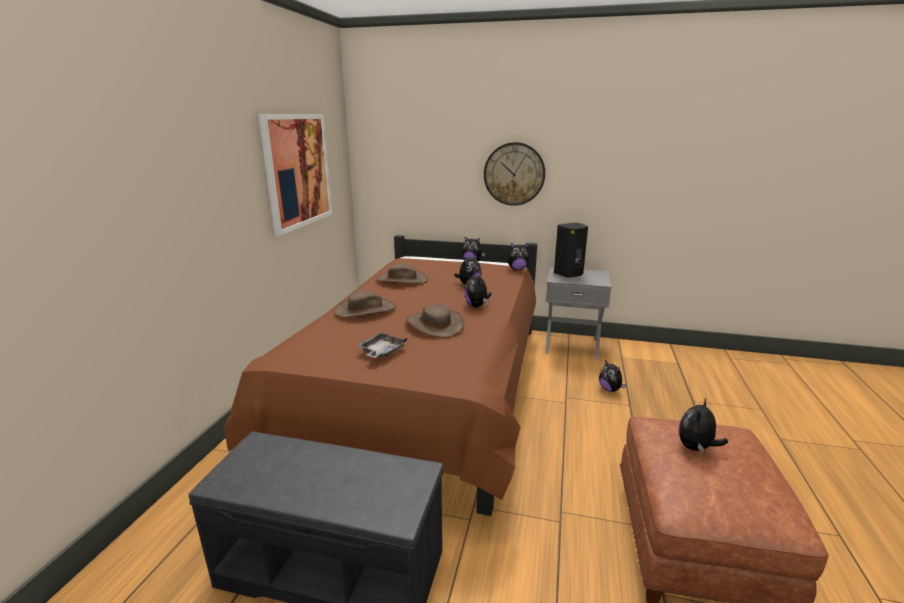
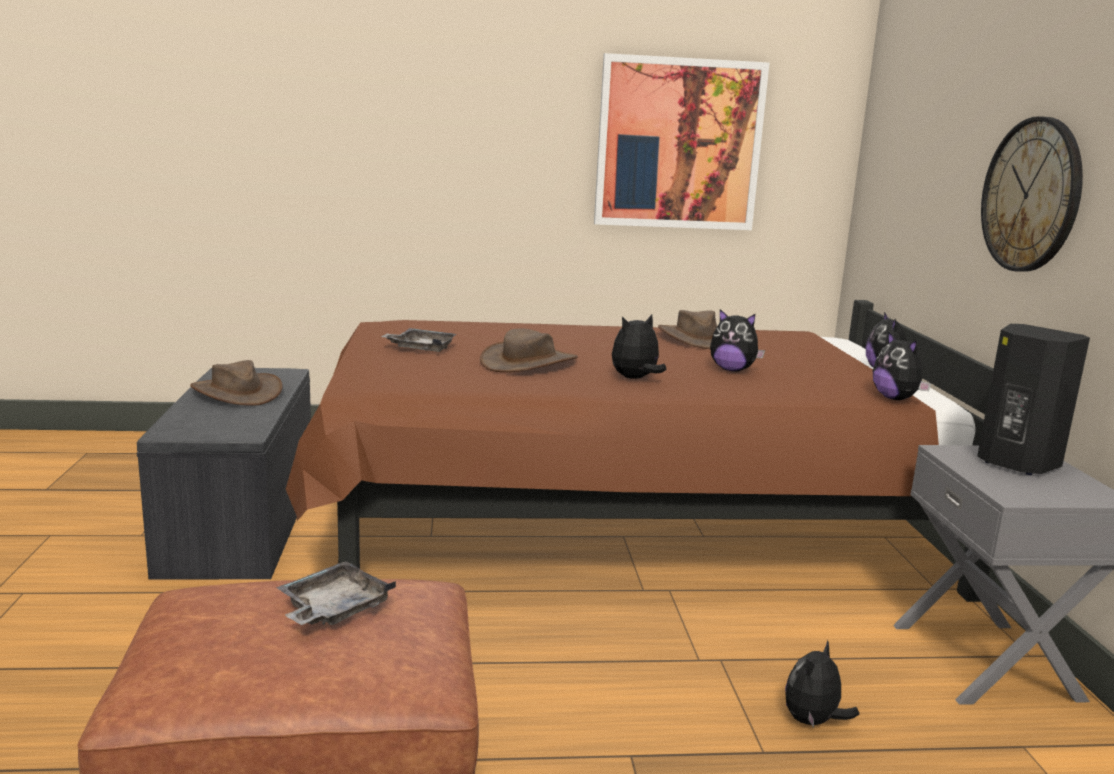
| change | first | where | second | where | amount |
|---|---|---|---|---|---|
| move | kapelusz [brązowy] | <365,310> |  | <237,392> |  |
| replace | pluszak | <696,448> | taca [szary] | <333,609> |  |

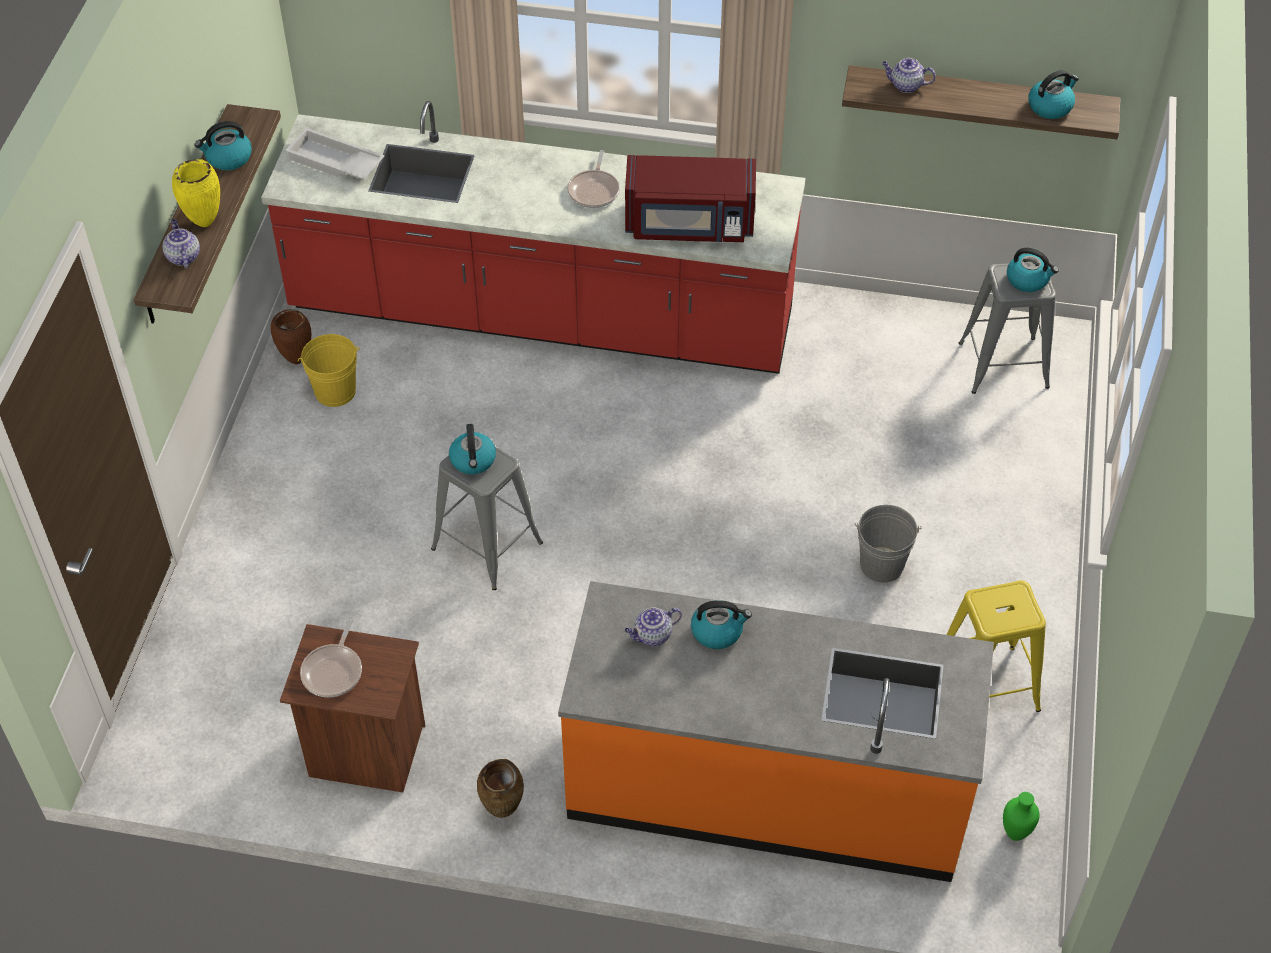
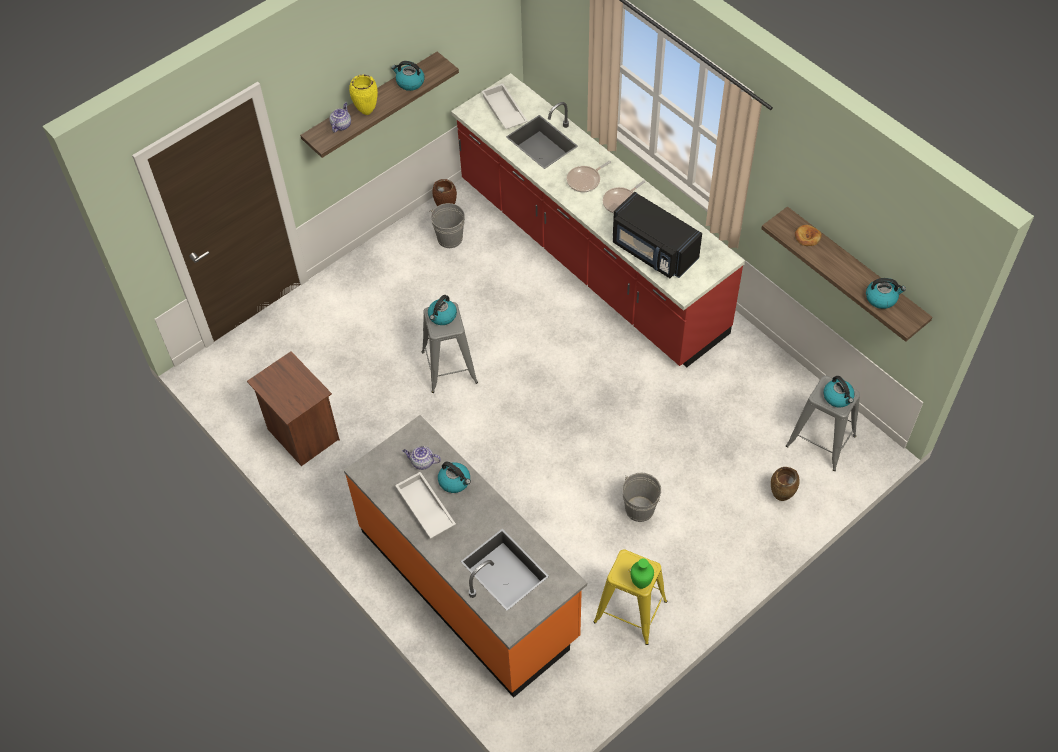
| change | first | where | second | where | amount |
|---|---|---|---|---|---|
| insert |  |  | taca [biały] | <424,509> |  |
| recolor | wiadro [żółty] | <335,391> | wiadro [szary] | <449,238> |  |
| move | patelnia | <334,671> |  | <585,180> |  |
| recolor | mikrofalówka [czerwony] | <689,224> | mikrofalówka [czarny] | <653,251> |  |
| move | wazon [zielony] | <1014,833> |  | <640,583> |  |
| move | wazon [brązowy] | <503,812> |  | <781,497> |  |
| replace | imbryk | <905,86> | chleb | <807,237> |  |

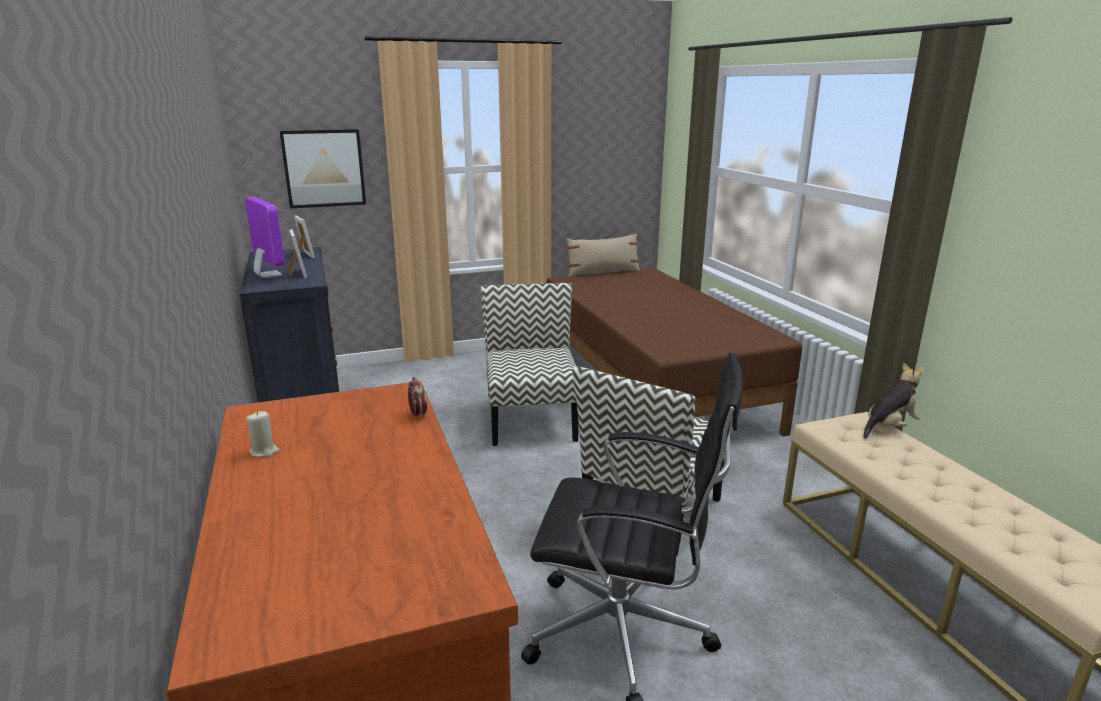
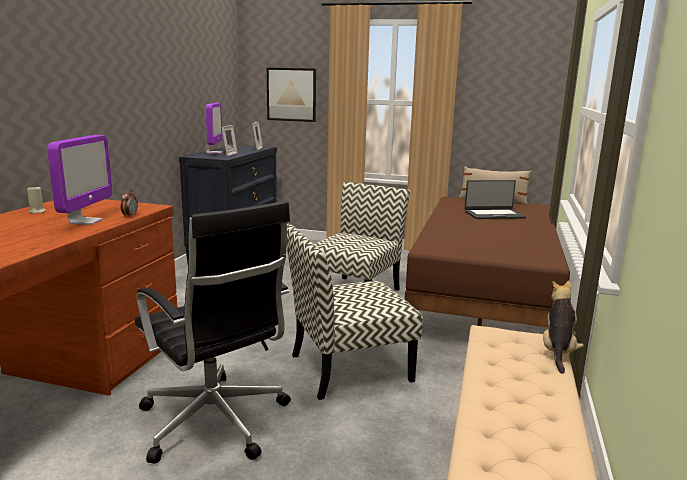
| change | first | where | second | where | amount |
|---|---|---|---|---|---|
| insert |  |  | monitor | <85,221> |  |
| insert |  |  | laptop | <494,214> |  |
| rotate | pluszak | <889,427> |  | <558,351> | 75 degrees counterclockwise |

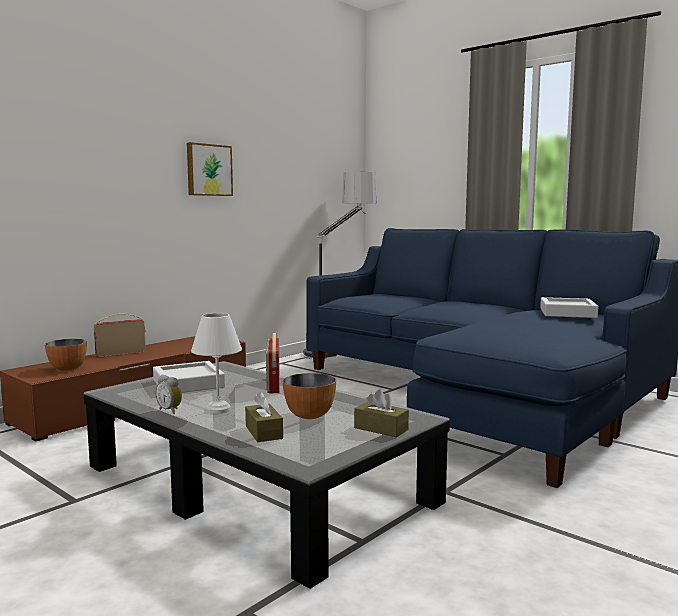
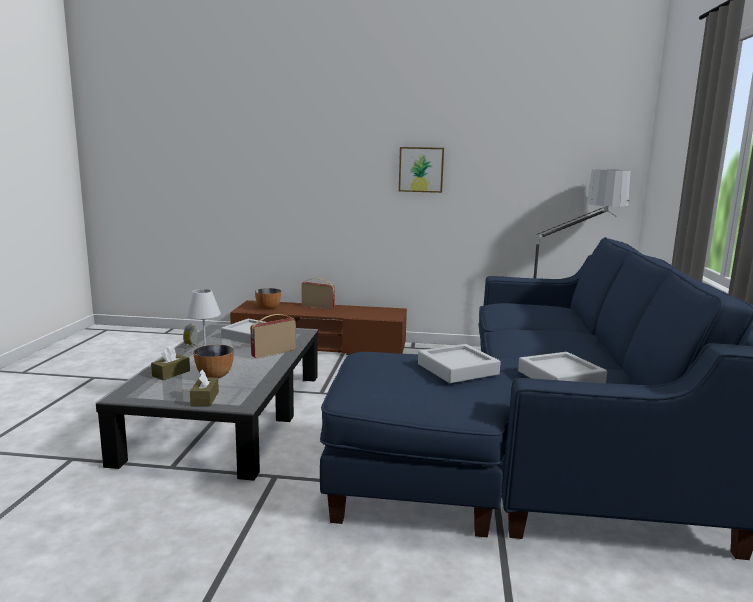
| change | first | where | second | where | amount |
|---|---|---|---|---|---|
| insert |  |  | taca [szary] | <457,369> |  |

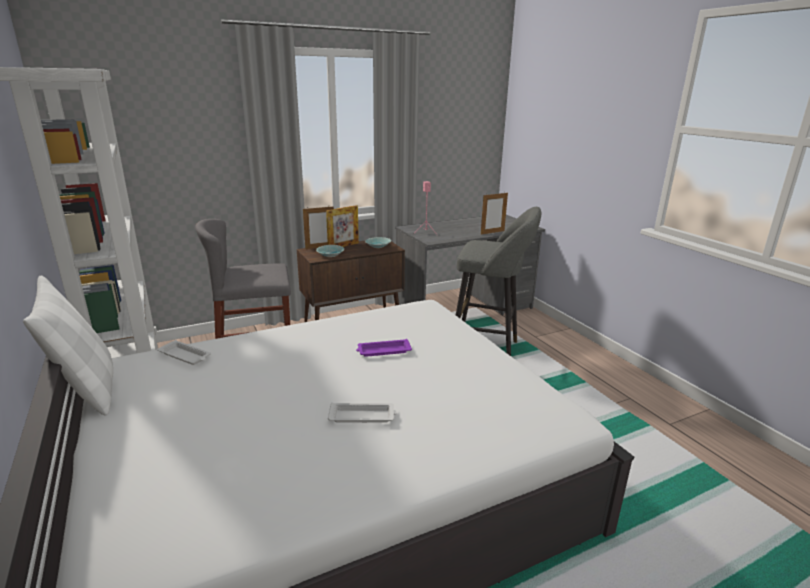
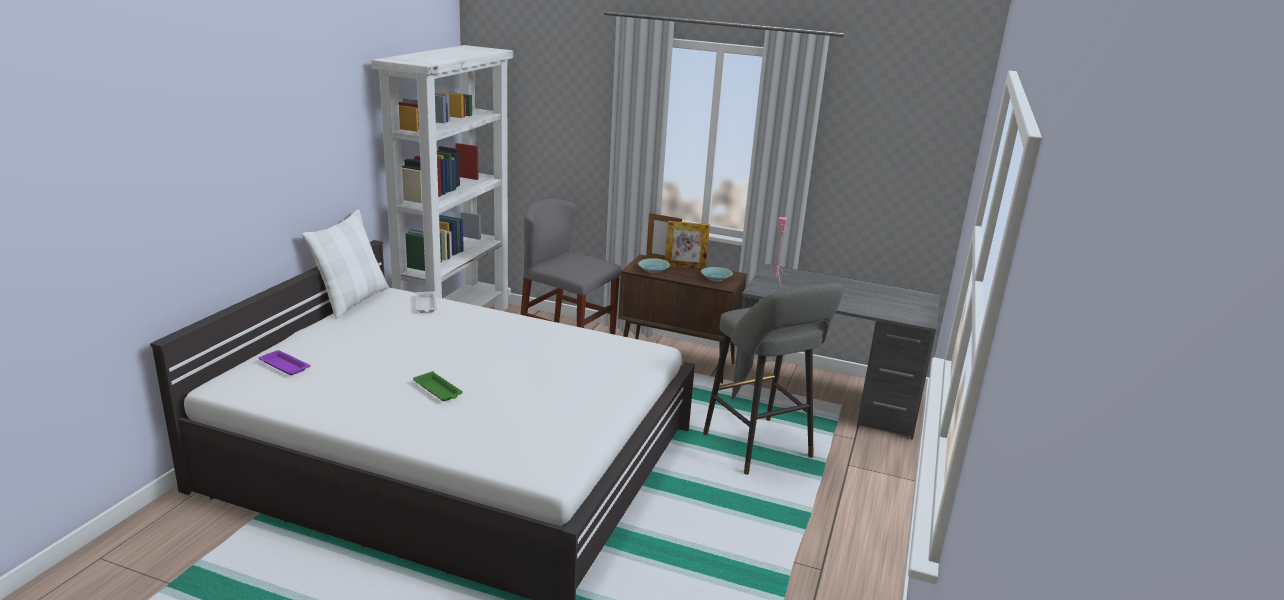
| change | first | where | second | where | amount |
|---|---|---|---|---|---|
| move | taca [fioletowy] | <383,351> |  | <284,366> |  |
| recolor | taca [biały] | <363,416> | taca [zielony] | <438,390> |  |
| delete | ramka na zdjęcie | <492,232> |  |  |  |

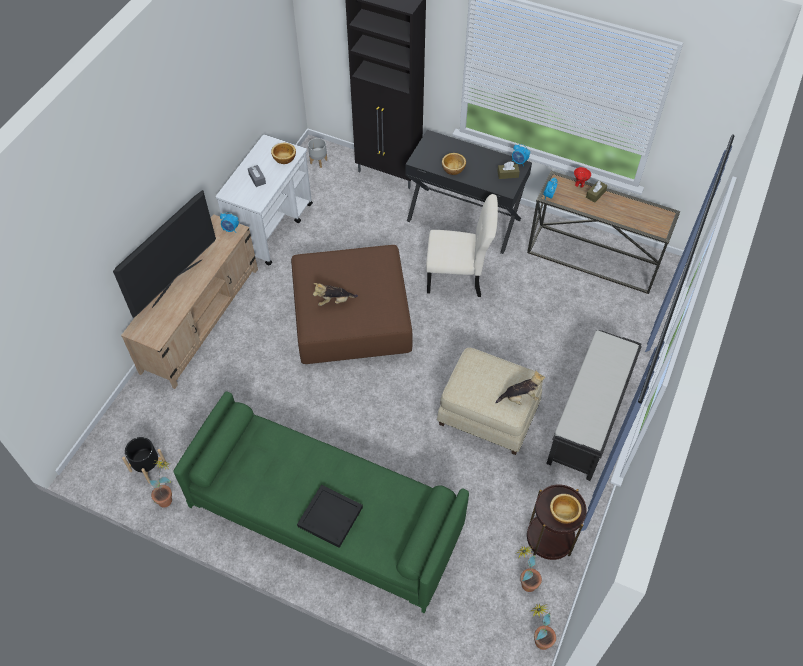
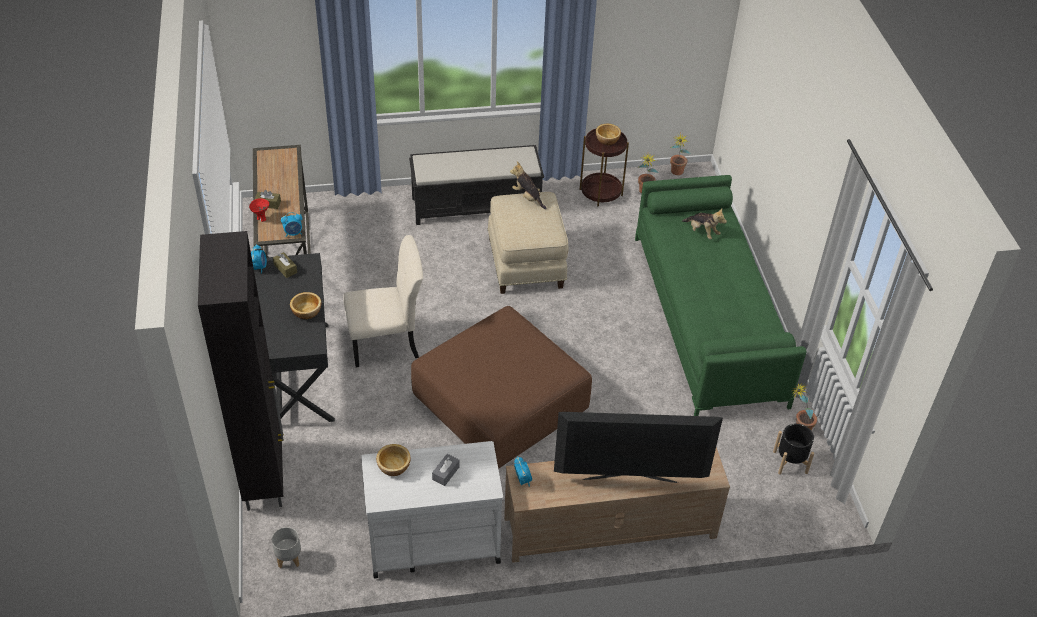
| change | first | where | second | where | amount |
|---|---|---|---|---|---|
| rotate | krzesło [beżowy] | <458,278> |  | <387,344> | 105 degrees clockwise |
| move | pluszak | <334,301> |  | <702,232> |  |
| delete | taca [czarny] | <329,517> |  |  |  |

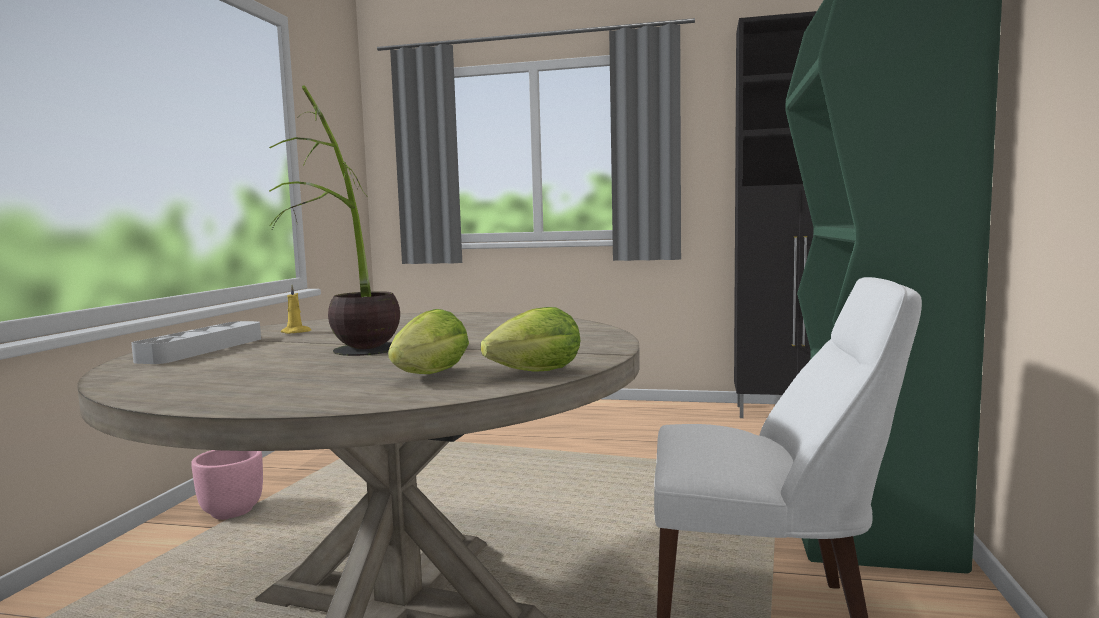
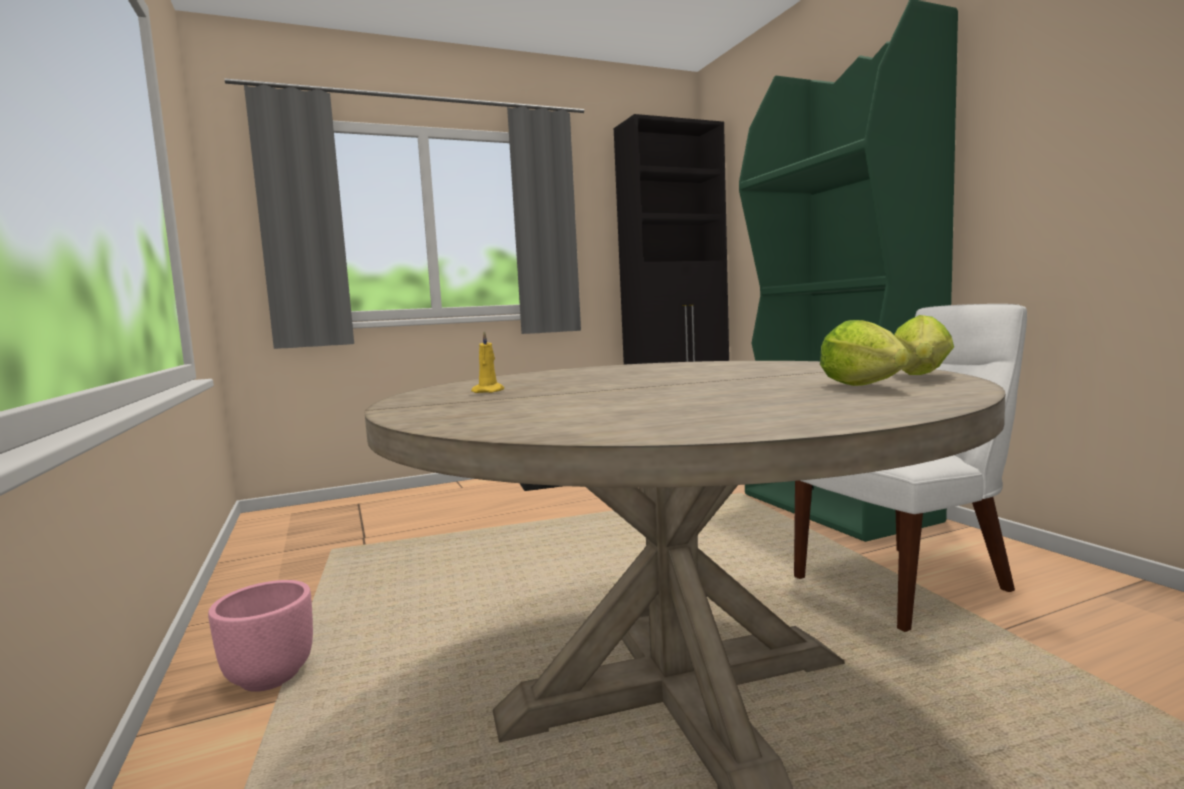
| change | first | where | second | where | amount |
|---|---|---|---|---|---|
| delete | taca [szary] | <202,349> |  |  |  |
| delete | roślina doniczkowa | <352,357> |  |  |  |

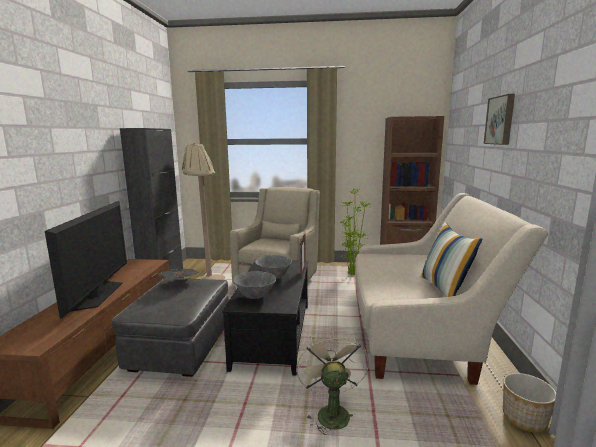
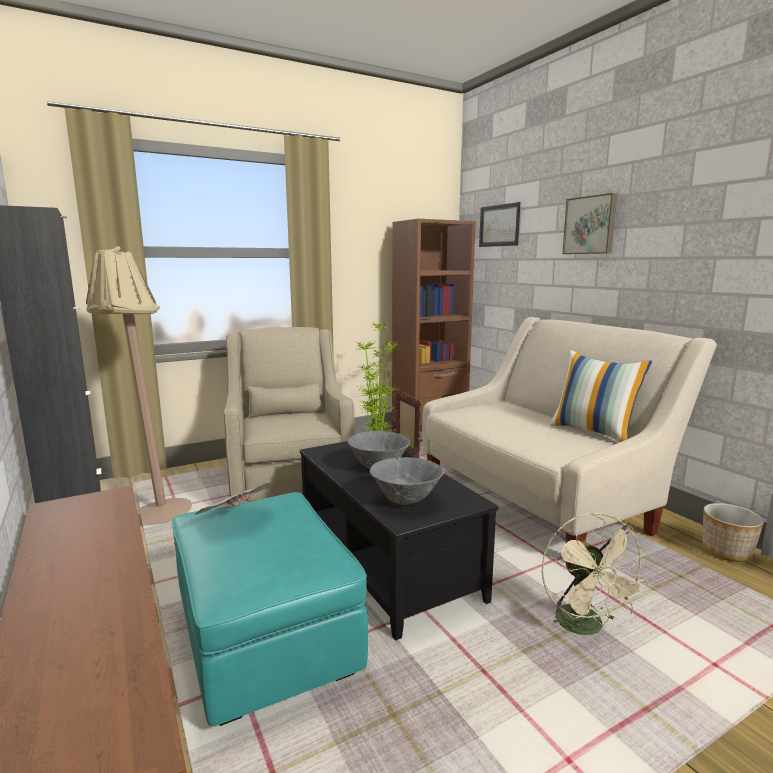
| change | first | where | second | where | amount |
|---|---|---|---|---|---|
| recolor | pufa [szary] | <180,348> | pufa [turkusowy] | <265,639> |  |
| insert |  |  | obraz | <499,225> |  |
| rotate | wentylator [beżowy] | <330,412> |  | <586,628> | 150 degrees counterclockwise |
| delete | telewizor | <98,294> |  |  |  |

